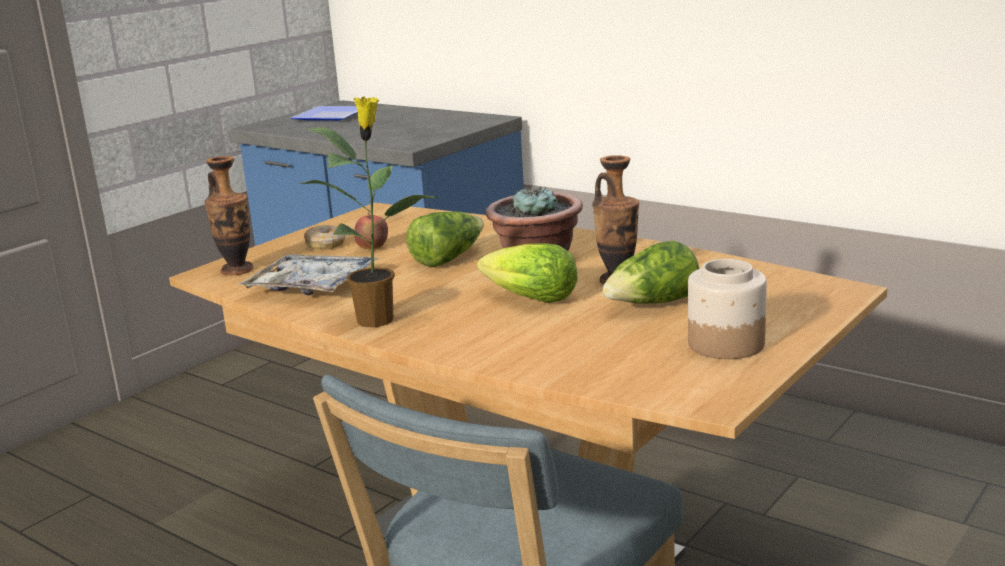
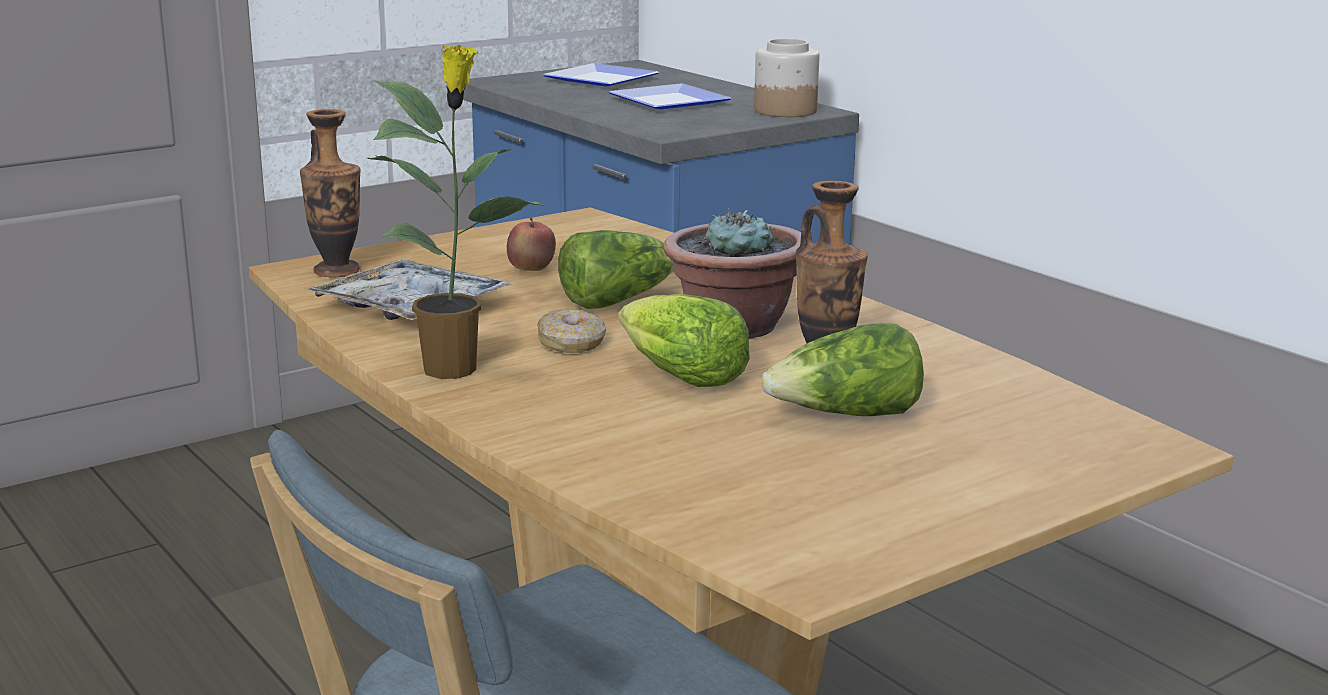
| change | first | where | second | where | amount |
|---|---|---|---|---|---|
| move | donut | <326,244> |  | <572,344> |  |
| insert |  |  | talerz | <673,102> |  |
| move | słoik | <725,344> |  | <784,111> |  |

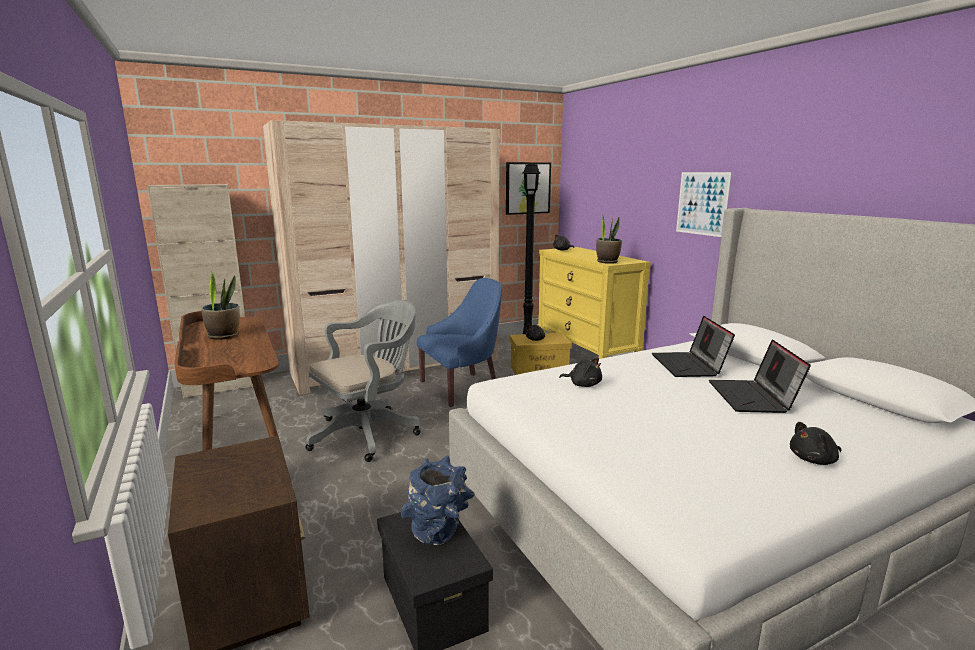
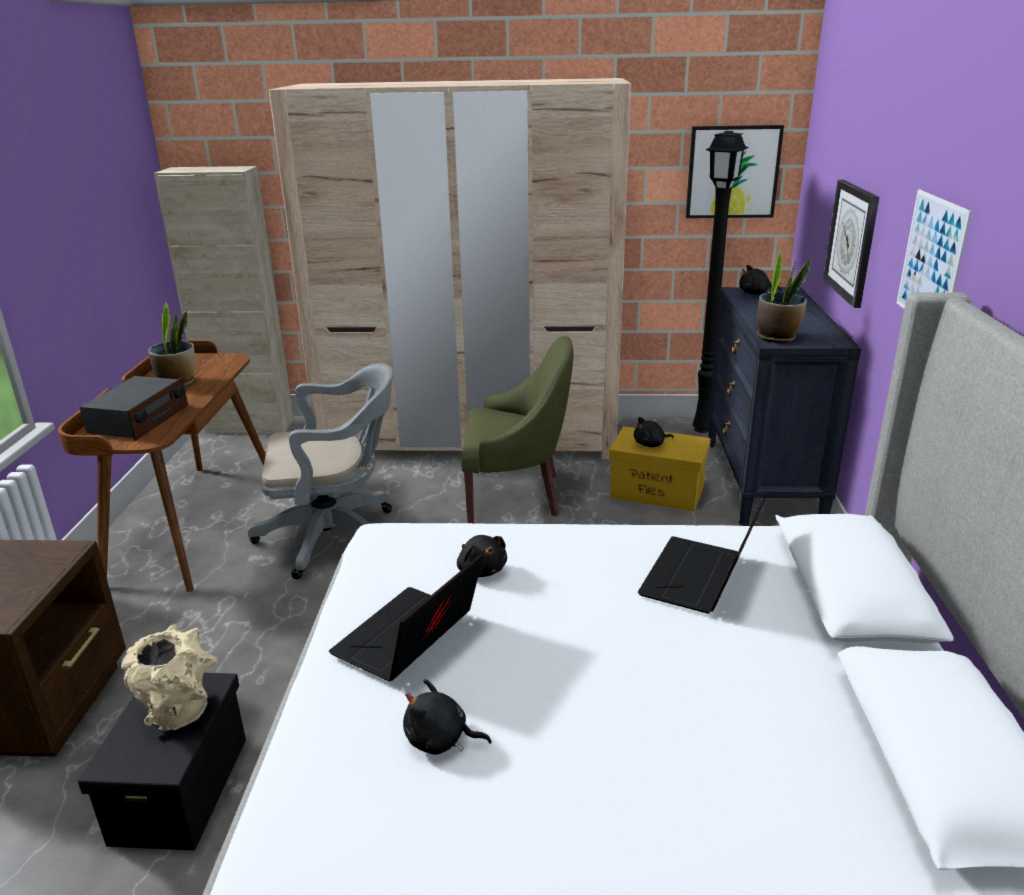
| change | first | where | second | where | amount |
|---|---|---|---|---|---|
| insert |  |  | radio | <139,420> |  |
| recolor | wazon [niebieski] | <439,533> | wazon [beżowy] | <181,716> |  |
| move | laptop | <753,398> |  | <409,639> |  |
| move | pluszak [czarny] | <814,460> |  | <440,740> |  |
| recolor | fotel [niebieski] | <462,387> | fotel [zielony] | <516,495> |  |
| recolor | komoda [żółty] | <586,357> | komoda [czarny] | <761,484> |  |
| insert |  |  | zegar ścienny | <852,242> |  |

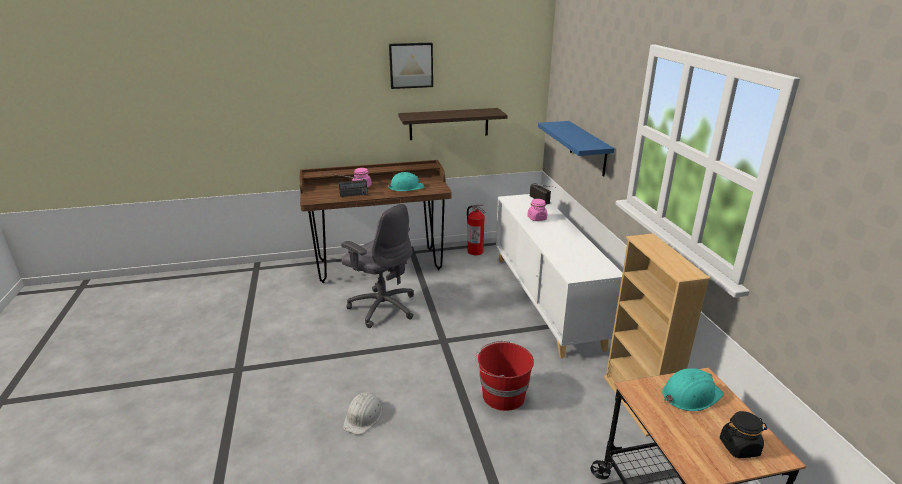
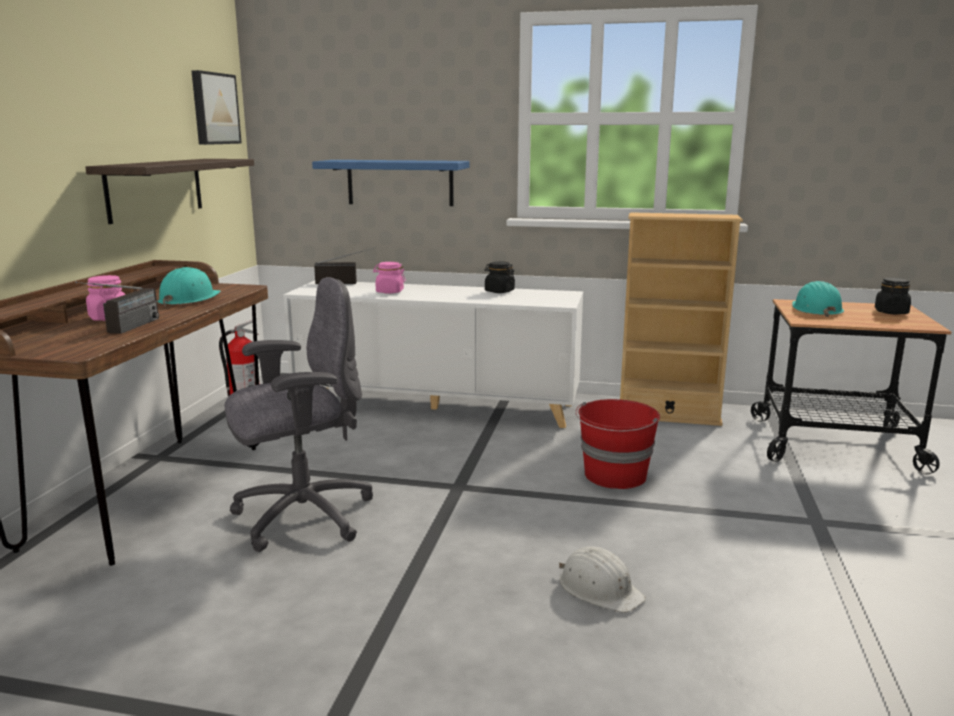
| change | first | where | second | where | amount |
|---|---|---|---|---|---|
| move | obraz | <411,65> |  | <214,108> |  |
| insert |  |  | słoik [czarny] | <499,291> |  |

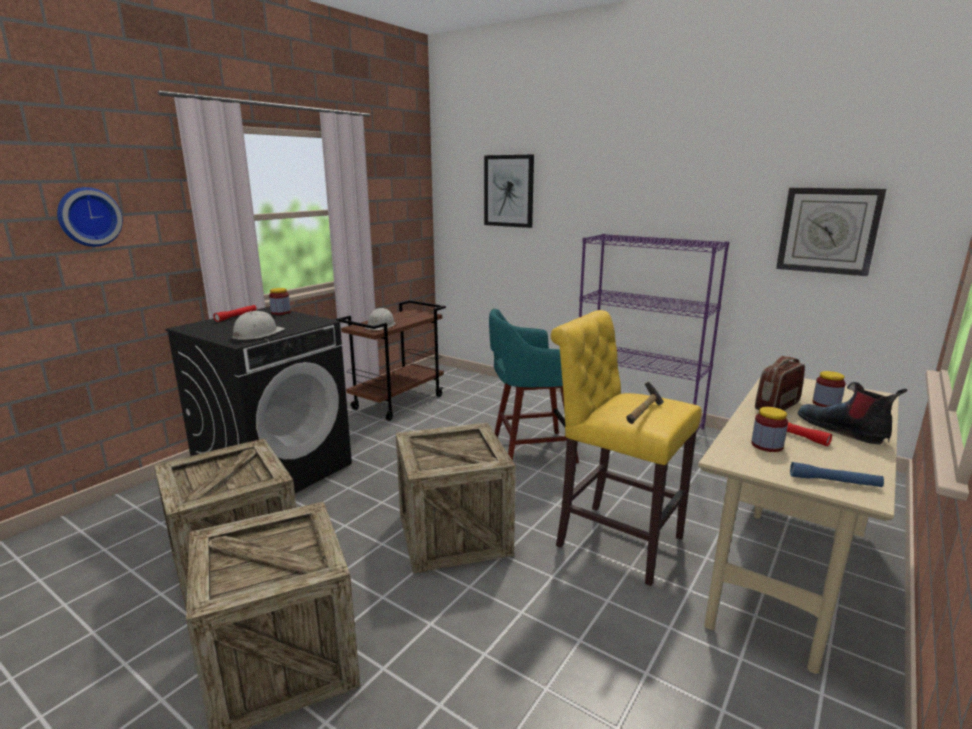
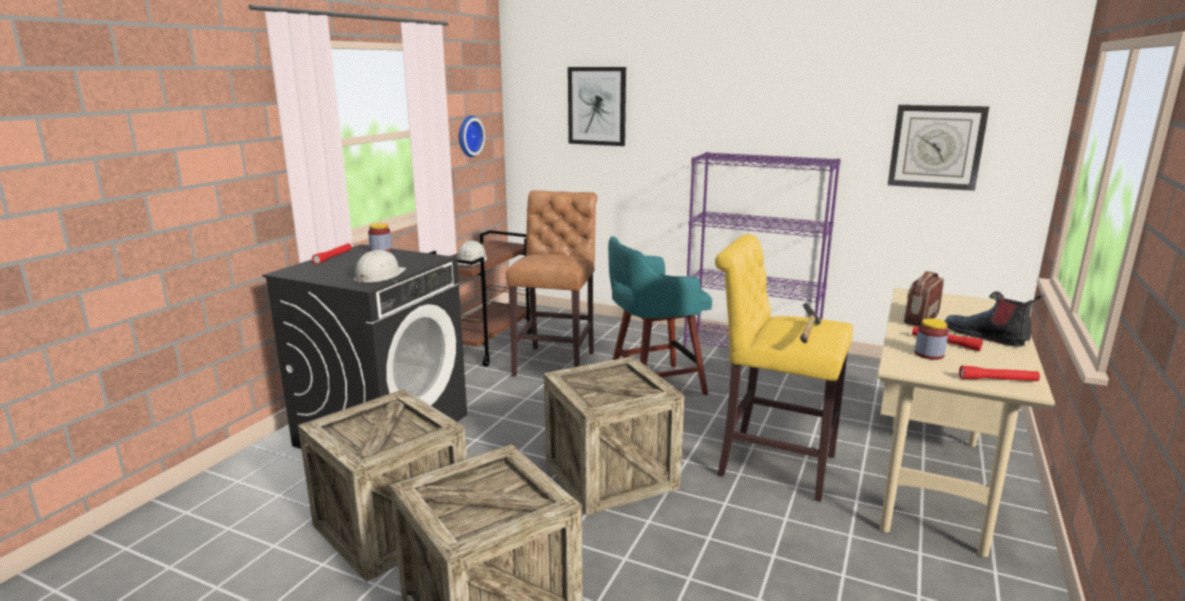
| change | first | where | second | where | amount |
|---|---|---|---|---|---|
| move | zegar ścienny | <88,217> |  | <468,136> |  |
| insert |  |  | stołek [brązowy] | <556,362> |  |
| recolor | latarka [niebieski] | <834,481> | latarka [czerwony] | <998,380> |  |
| delete | słoik | <826,404> |  |  |  |

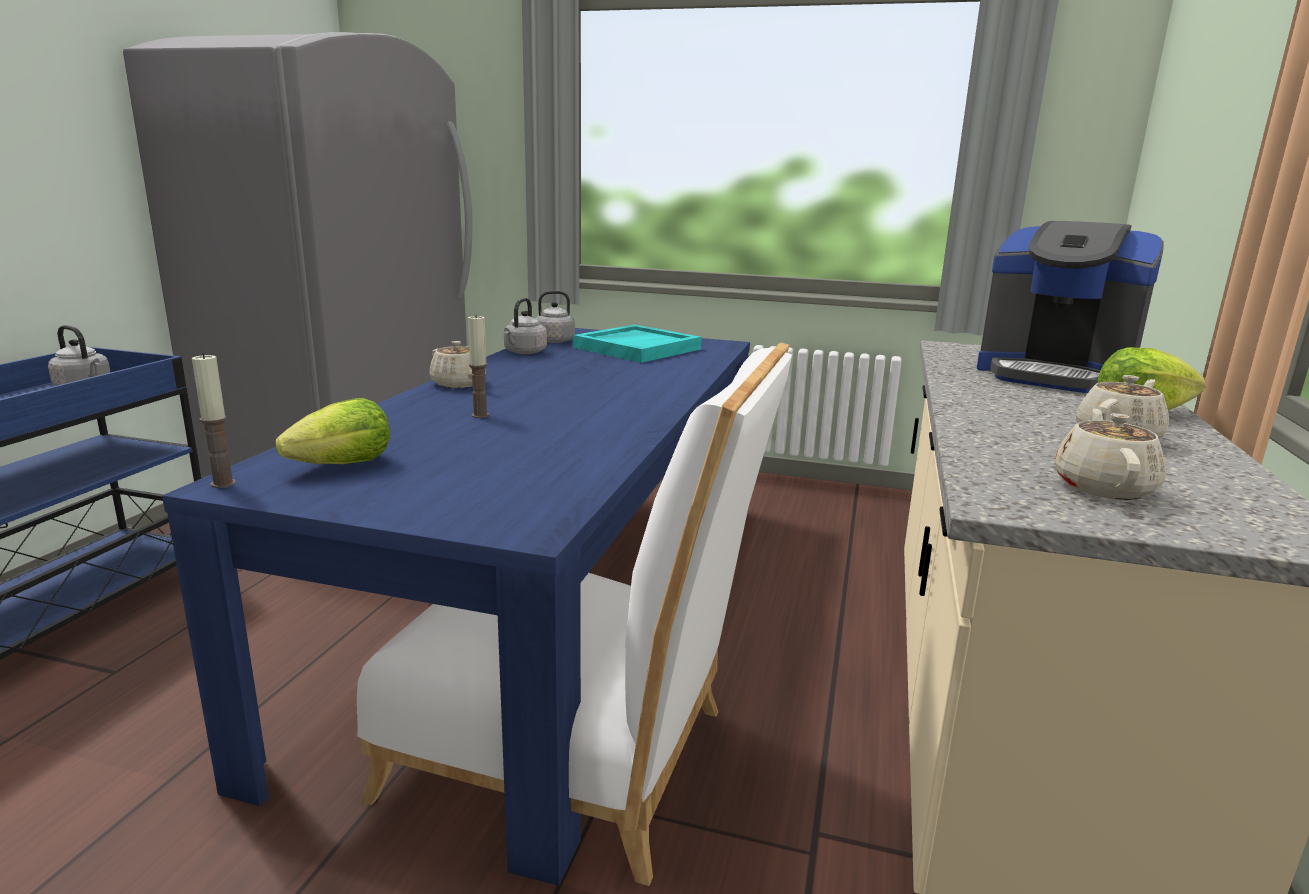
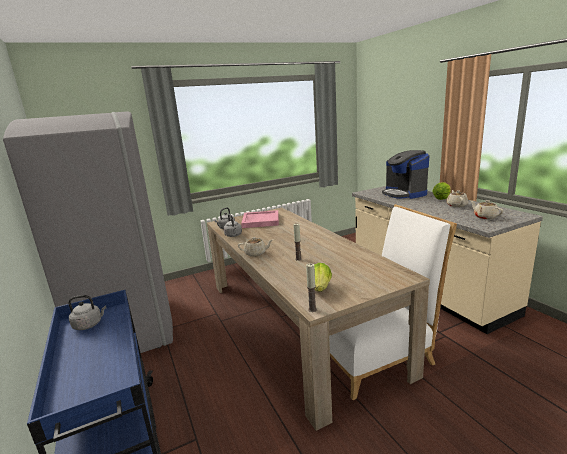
| change | first | where | second | where | amount |
|---|---|---|---|---|---|
| recolor | stół jadalny [niebieski] | <559,608> | stół jadalny [beżowy] | <296,322> |  |
| recolor | taca [turkusowy] | <637,348> | taca [różowy] | <260,221> |  |
| rotate | ekspres do kawy | <1054,375> |  | <404,193> | 75 degrees clockwise |

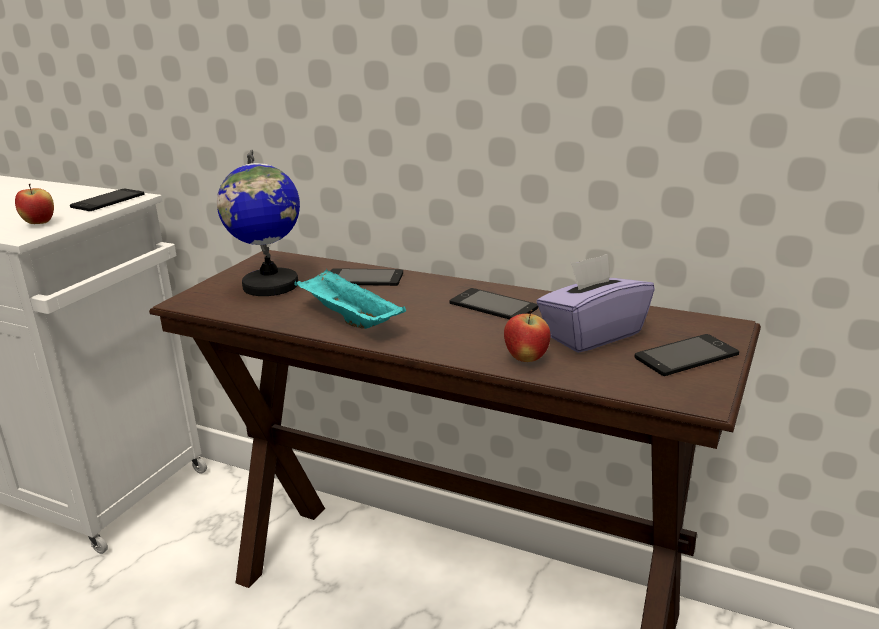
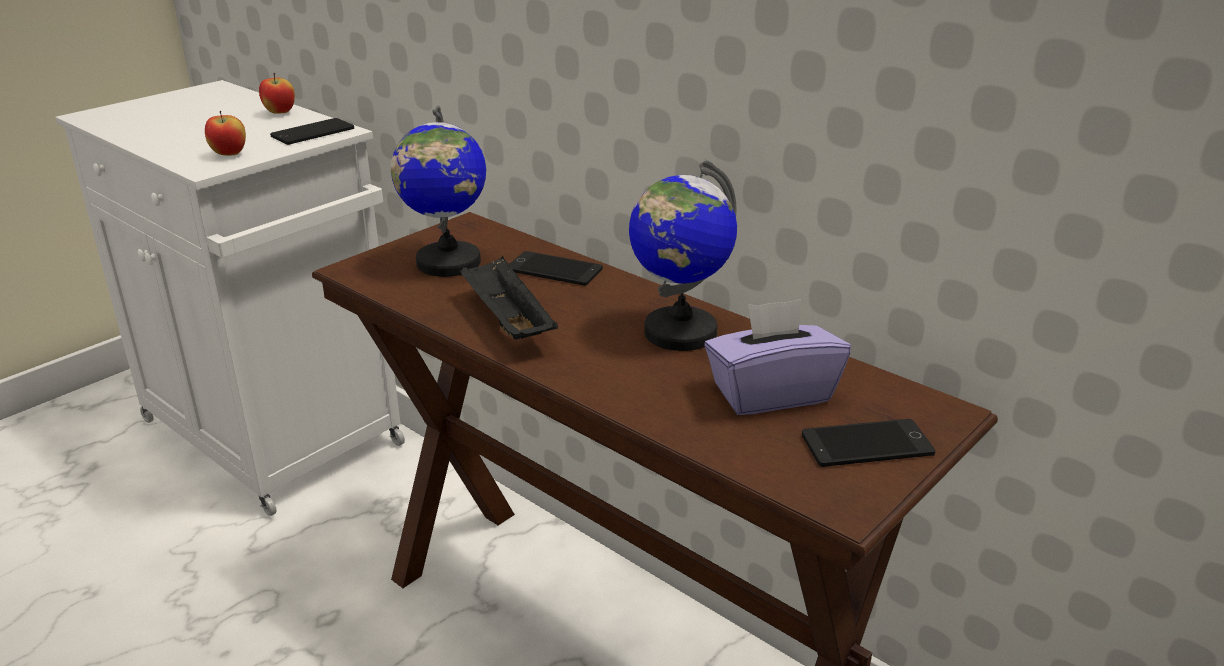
| change | first | where | second | where | amount |
|---|---|---|---|---|---|
| move | jabłko | <526,359> |  | <280,113> |  |
| recolor | taca [turkusowy] | <347,319> | taca [czarny] | <506,321> |  |
| replace | telefon | <493,306> | globus | <679,332> |  |

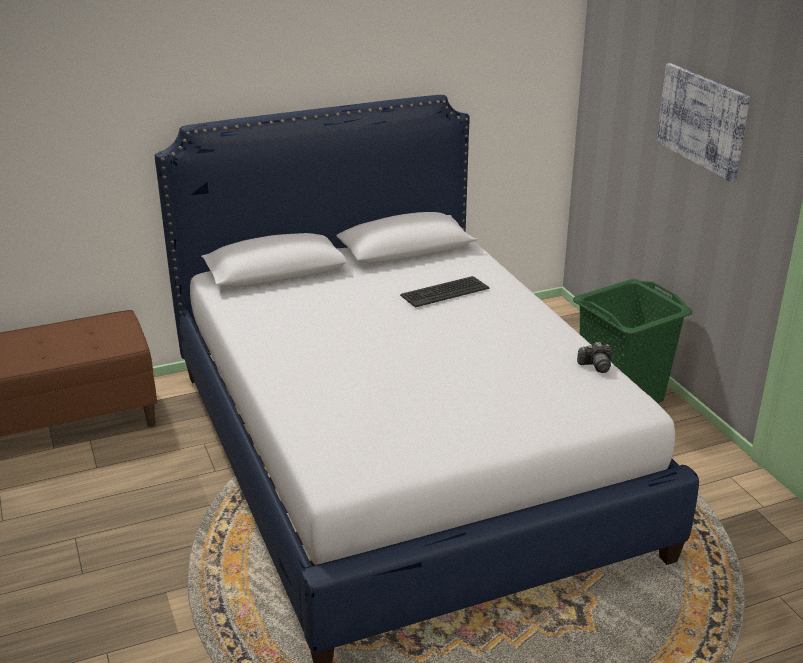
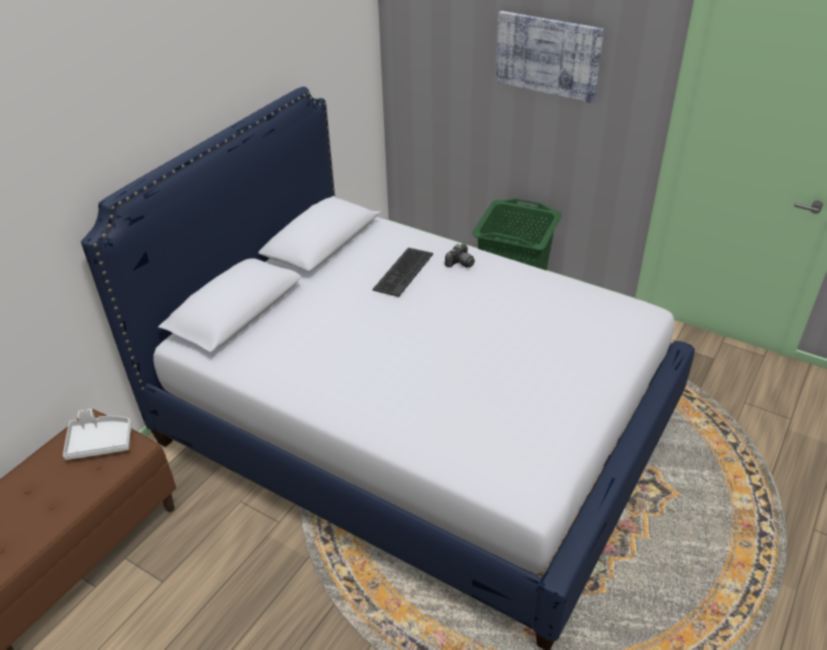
| change | first | where | second | where | amount |
|---|---|---|---|---|---|
| insert |  |  | taca [biały] | <100,442> |  |
| move | aparat fotograficzny | <596,366> |  | <460,263> |  |

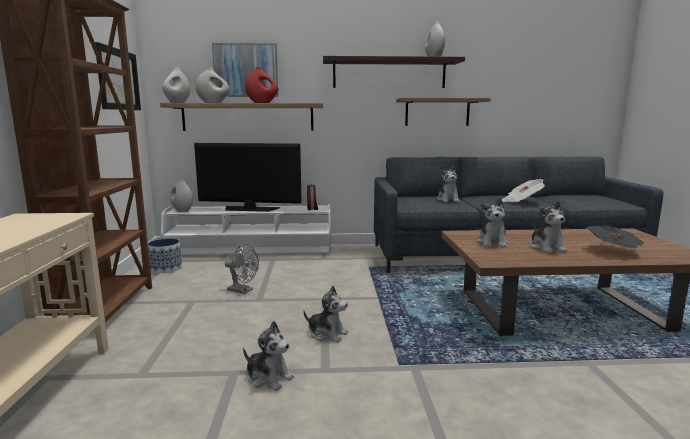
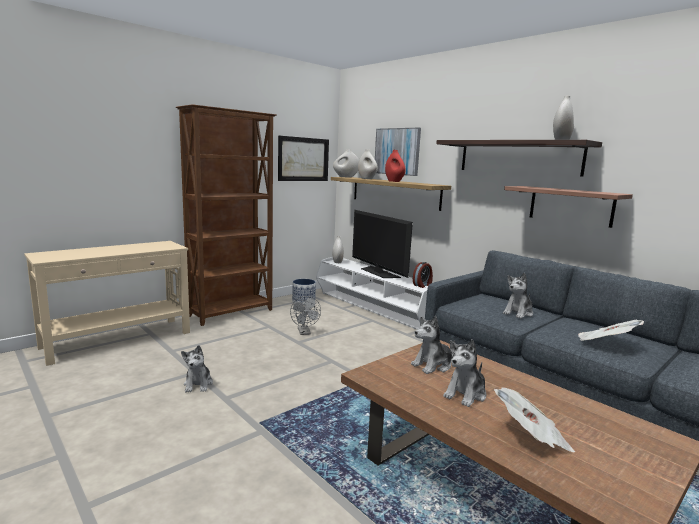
| change | first | where | second | where | amount |
|---|---|---|---|---|---|
| delete | pluszak | <327,334> |  |  |  |

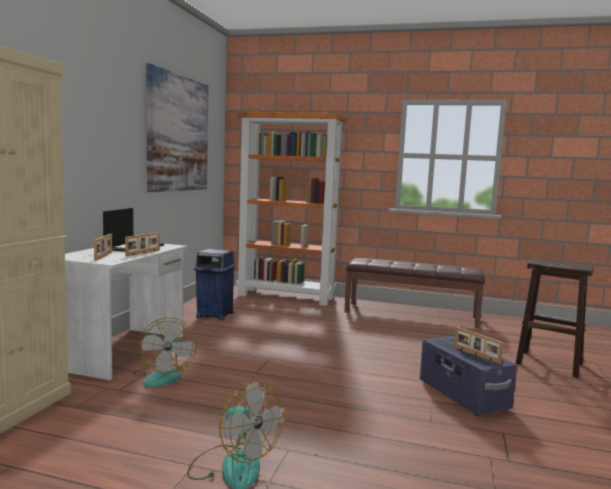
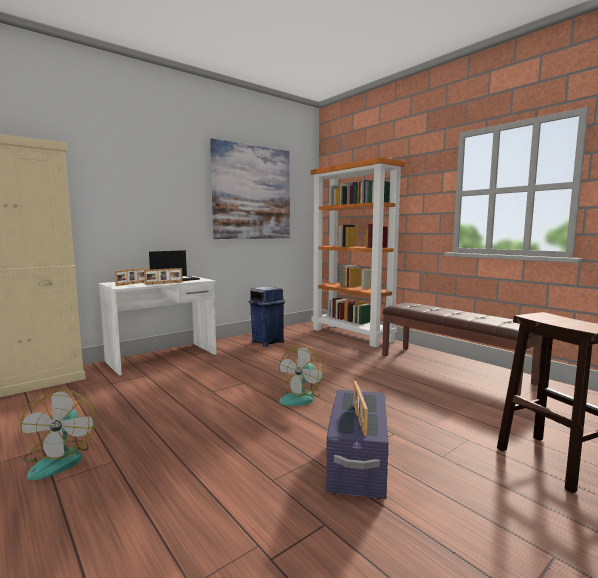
| change | first | where | second | where | amount |
|---|---|---|---|---|---|
| move | wentylator | <163,376> |  | <301,397> |  |

